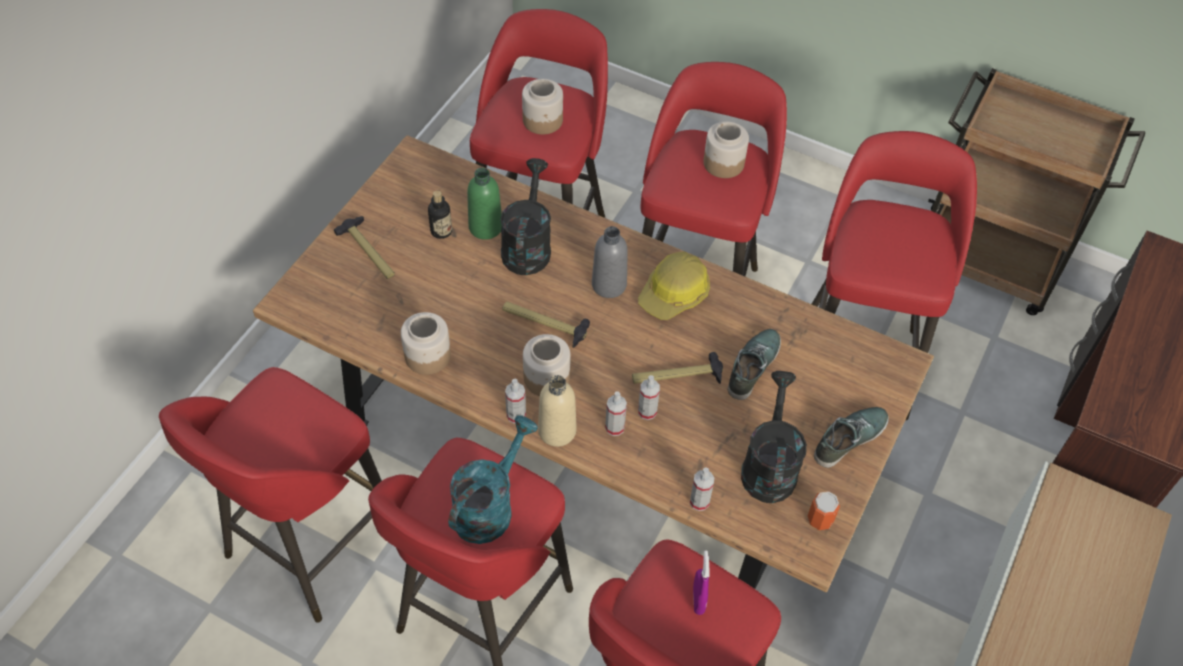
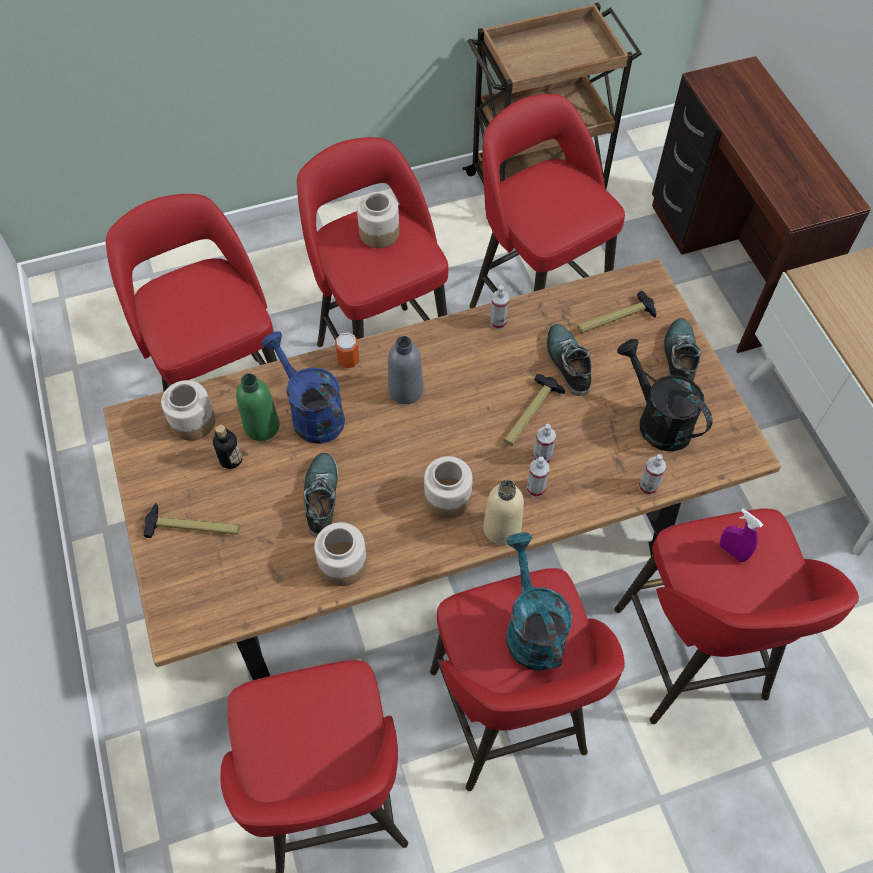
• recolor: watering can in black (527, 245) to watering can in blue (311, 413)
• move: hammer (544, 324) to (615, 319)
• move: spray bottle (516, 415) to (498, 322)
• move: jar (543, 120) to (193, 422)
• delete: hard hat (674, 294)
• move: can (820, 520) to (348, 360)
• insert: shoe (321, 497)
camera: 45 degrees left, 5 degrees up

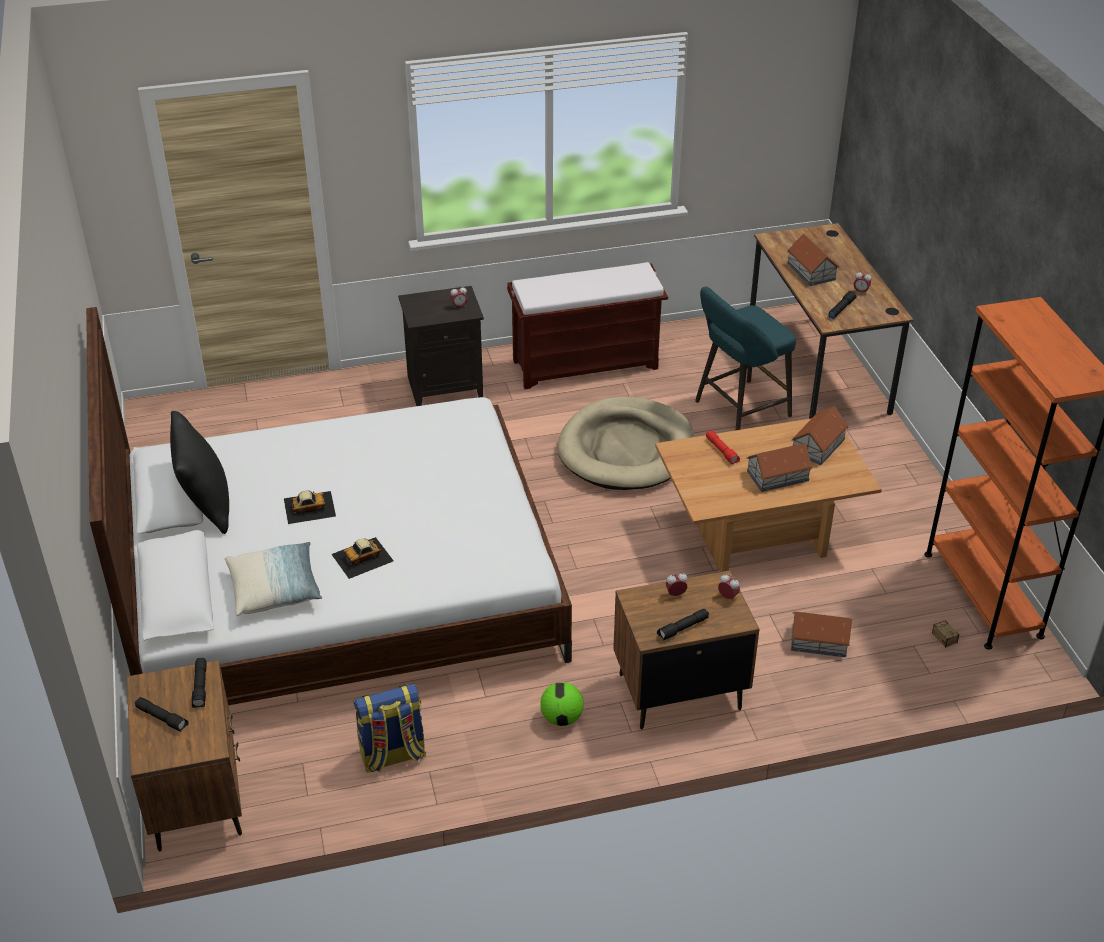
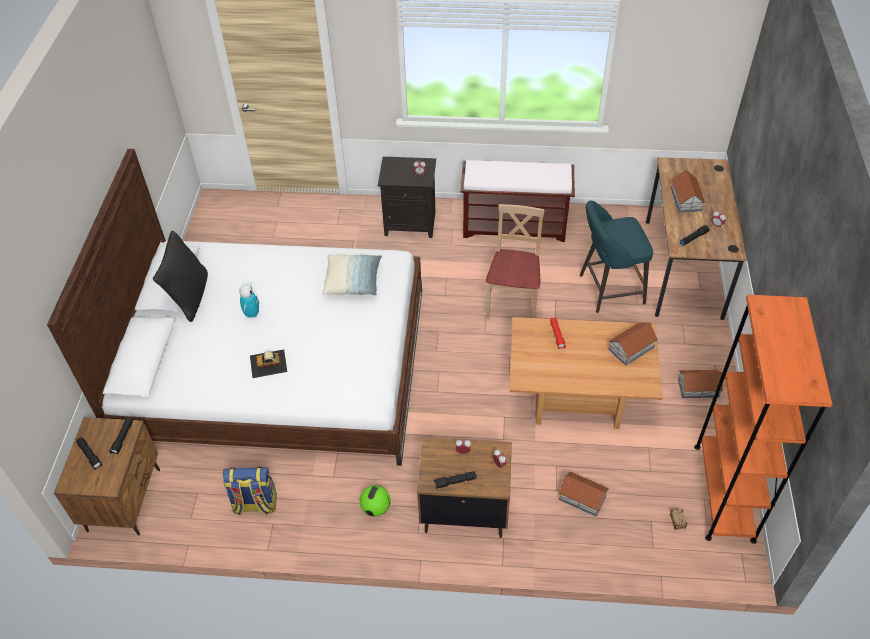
• move: pillow (275, 589) to (353, 281)
• replace: toy car (309, 507) to toy robot (252, 314)
• replace: dog bed in beige (626, 449) to chair in beige (513, 303)
• move: toy house (778, 476) to (698, 388)
camera: 20 degrees right, 10 degrees up

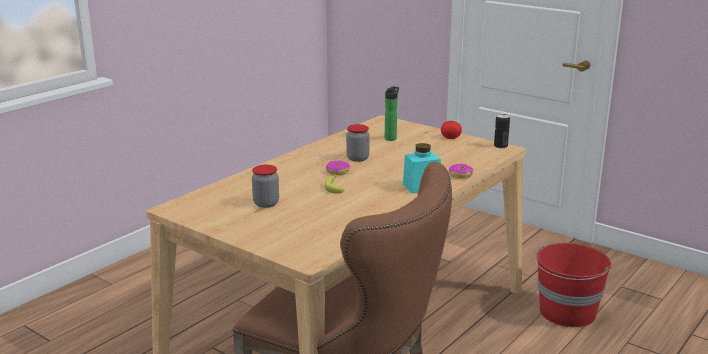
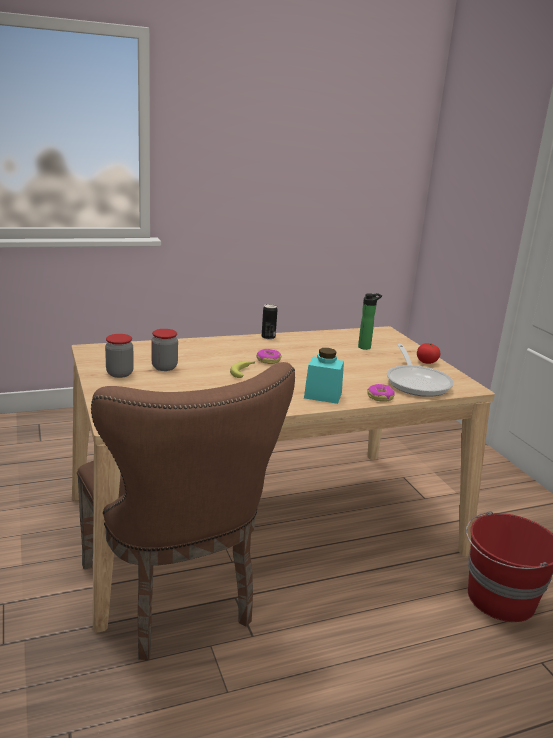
• move: jar (357, 158) to (119, 373)
• move: can (500, 146) to (268, 337)
• insert: frying pan (417, 382)
camera: 30 degrees right, 0 degrees up

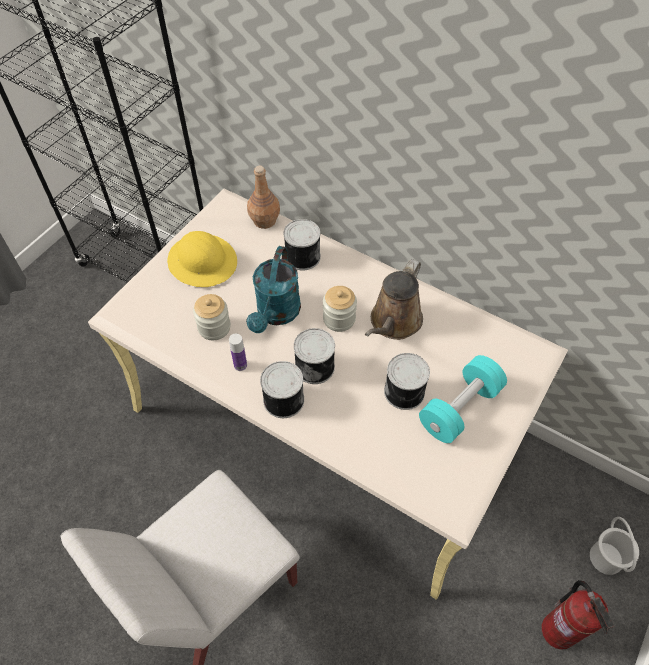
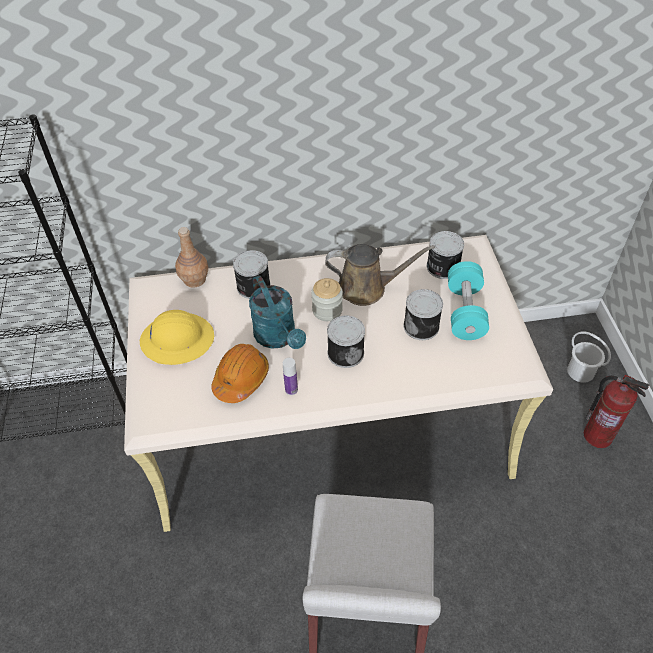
• replace: jar (214, 327) to hard hat in orange (241, 378)
• move: can (282, 399) to (442, 267)
• rotate: watering can in brown (394, 323) = (367, 288) 75 degrees counterclockwise
camera: 40 degrees left, 5 degrees down

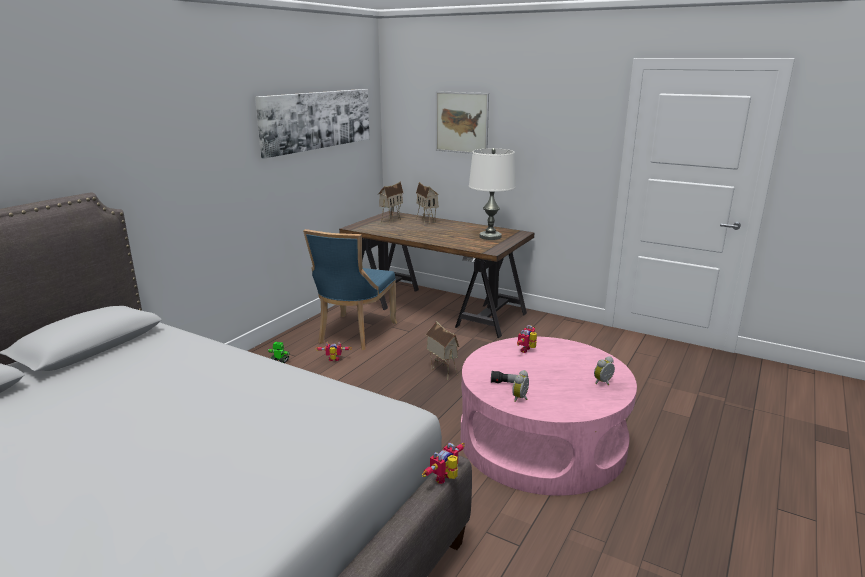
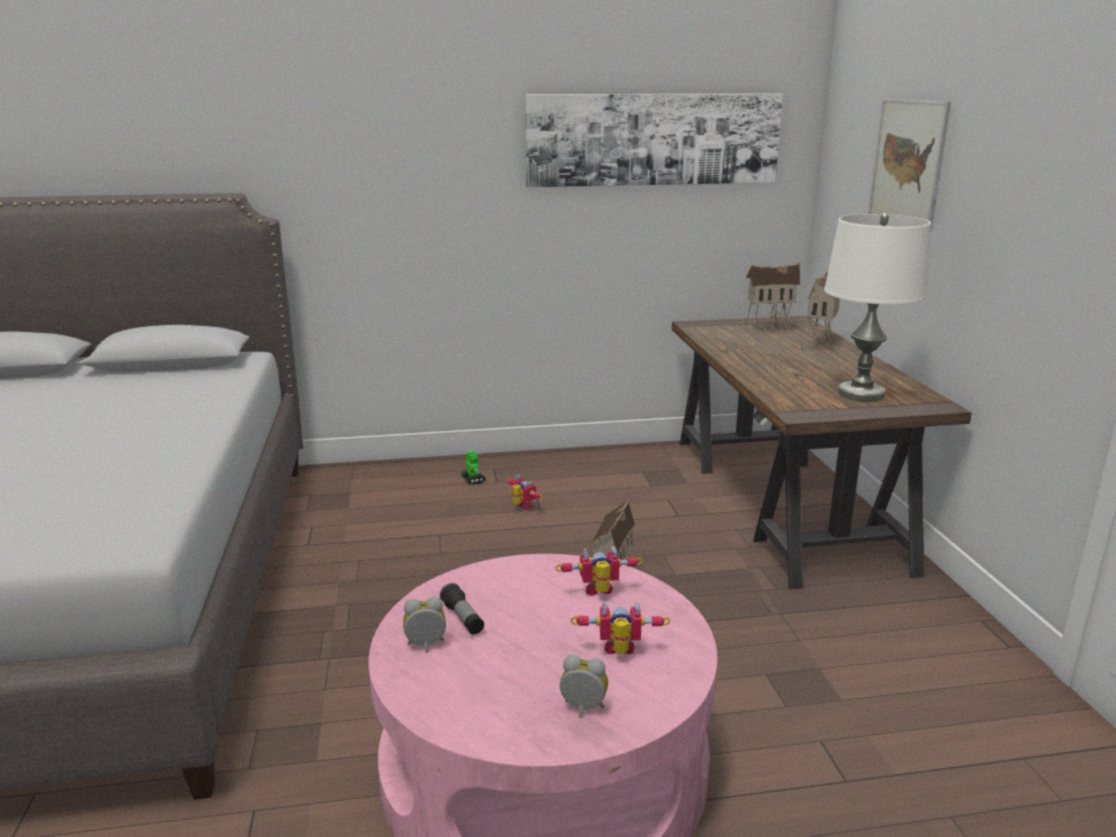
• delete: chair in blue (354, 334)
• move: toy robot (447, 479) to (619, 653)
camera: 50 degrees right, 0 degrees up

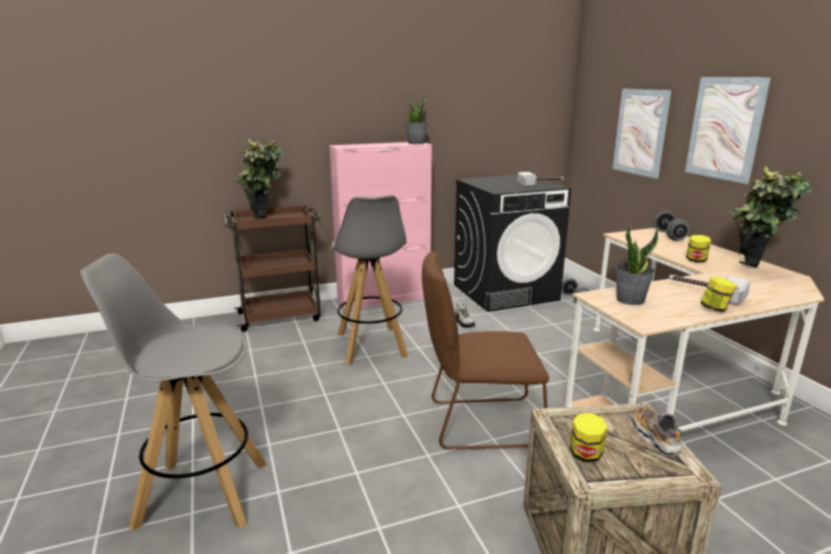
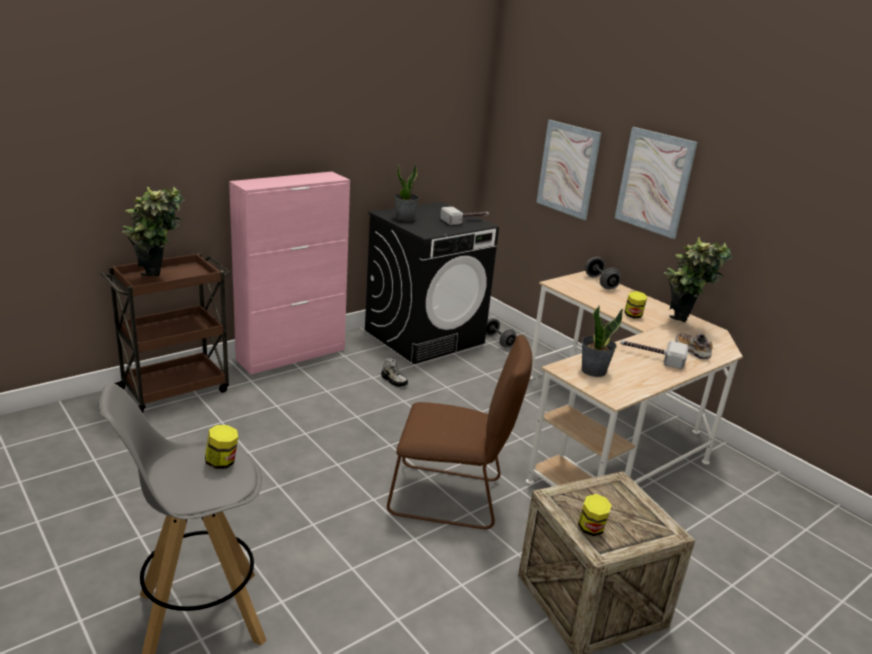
• delete: stool in grey (371, 345)
• move: potted plant (416, 143) to (405, 218)
• rotate: chair in brown (479, 423) = (451, 498) 150 degrees counterclockwise
• move: shoe (655, 437) to (692, 351)
• move: jar (715, 309) to (222, 462)
camera: 20 degrees left, 5 degrees up

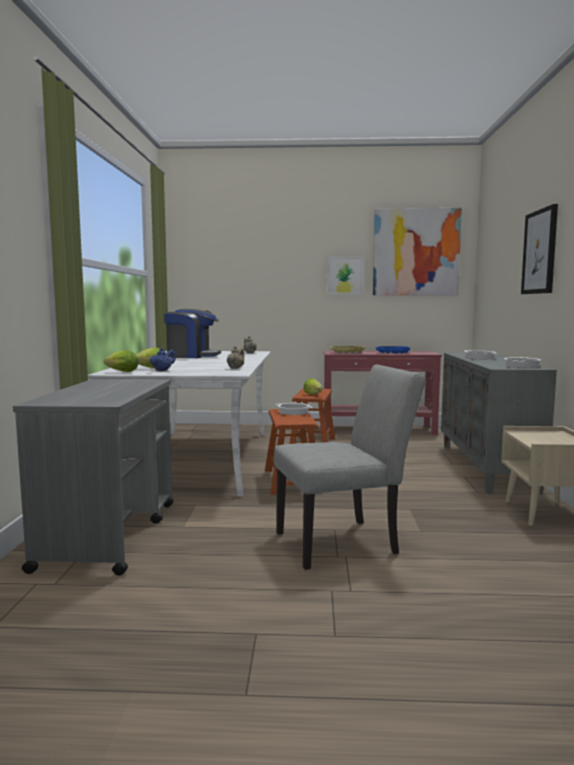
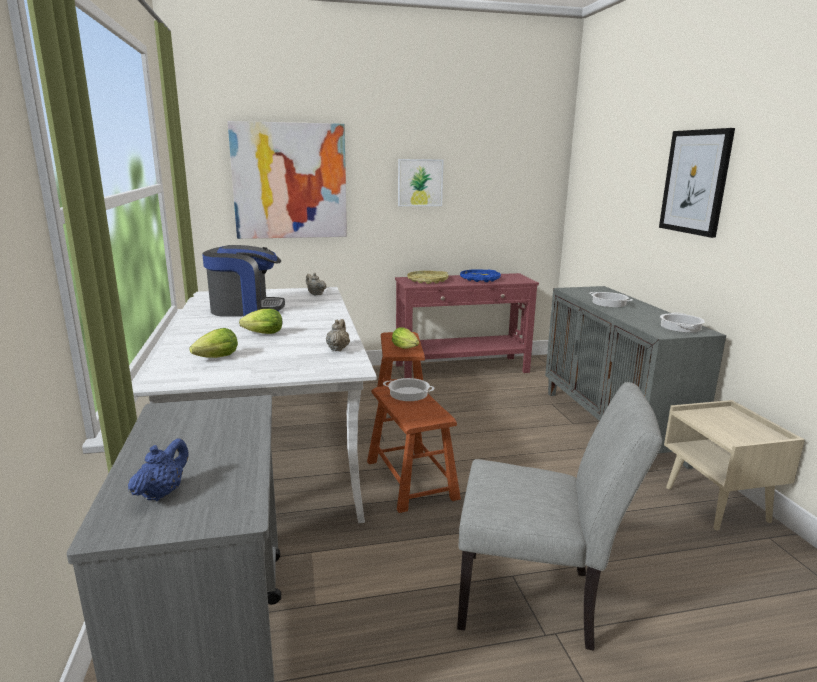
• move: lettuce (120, 371) to (261, 334)
• move: teapot in blue (162, 371) to (162, 493)
• rotate: chair in grey (345, 542) = (538, 601) 45 degrees clockwise
• move: picture (416, 252) to (290, 181)
camera: 15 degrees left, 10 degrees up

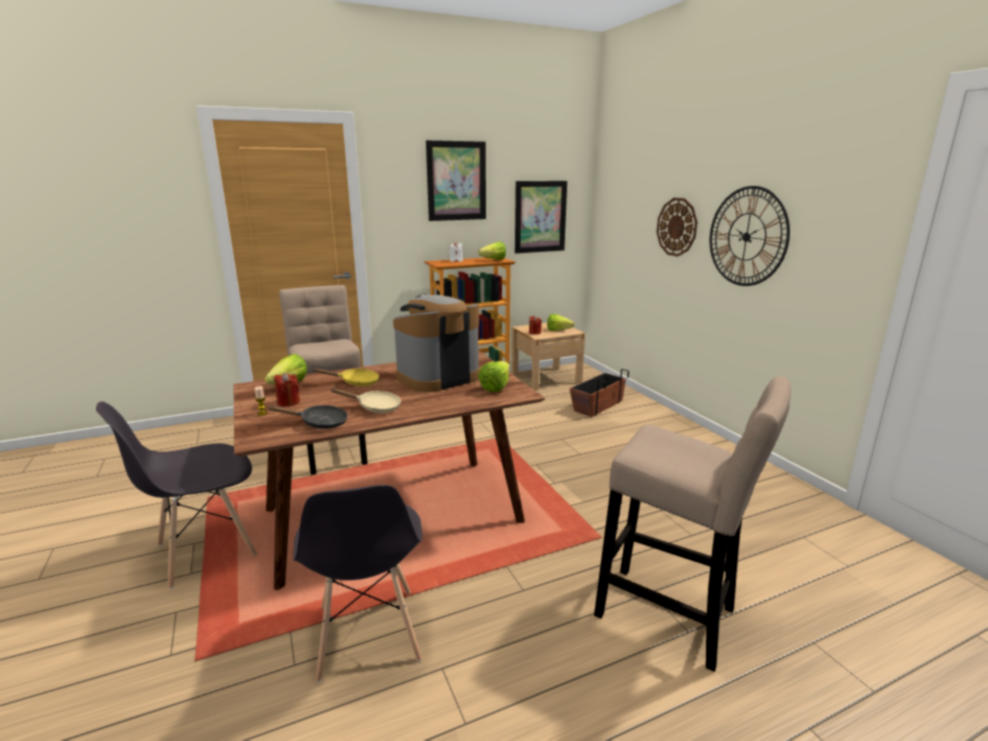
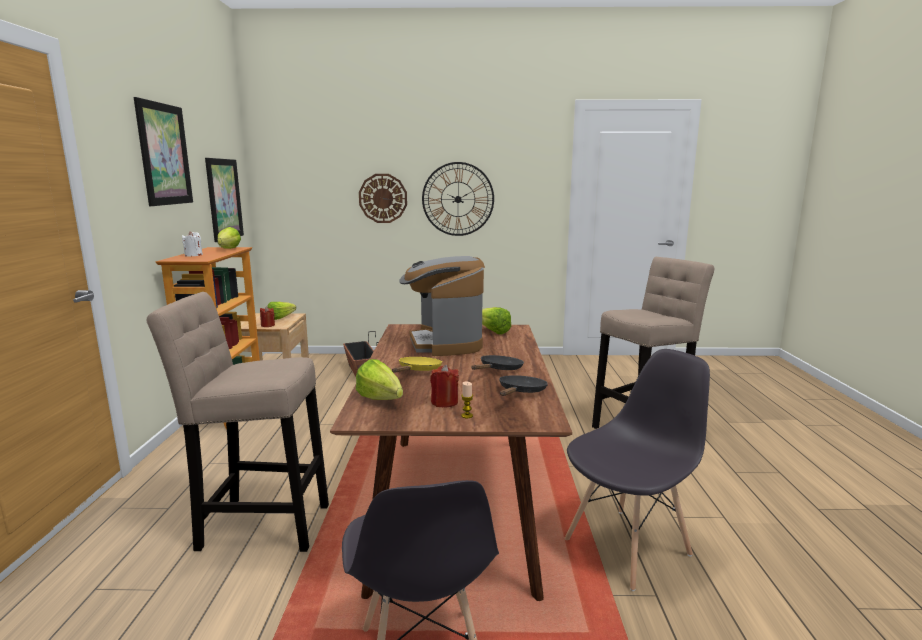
• rotate: chair in grey (368, 634) = (628, 546) 45 degrees counterclockwise
• recolor: frying pan in beige (375, 407) to frying pan in black (499, 370)
camera: 65 degrees left, 5 degrees down

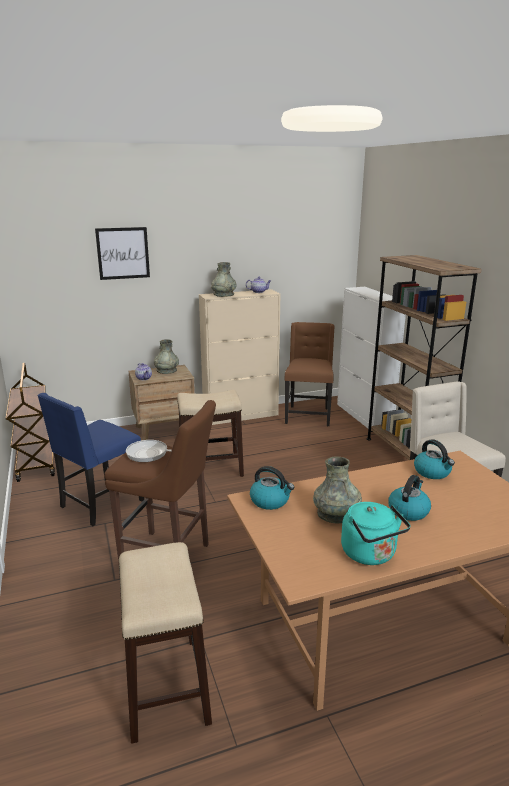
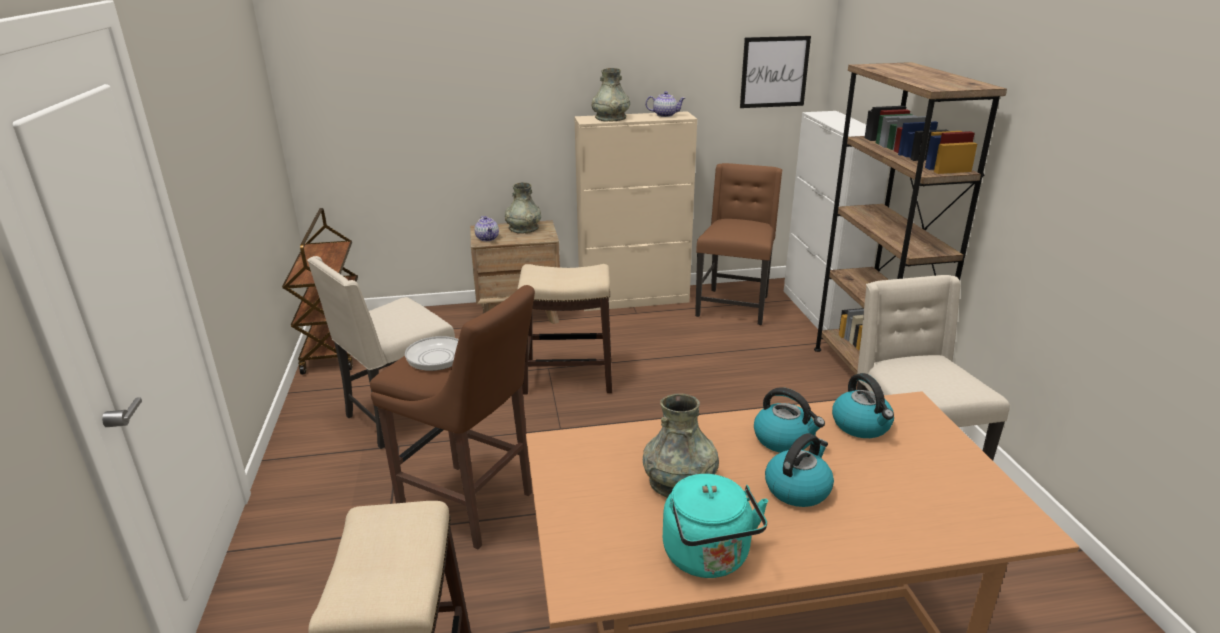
• recolor: chair in blue (100, 504) to chair in beige (400, 417)
• move: picture (123, 253) to (774, 72)
• move: kettle (270, 501) to (784, 439)
camera: 10 degrees right, 5 degrees up

